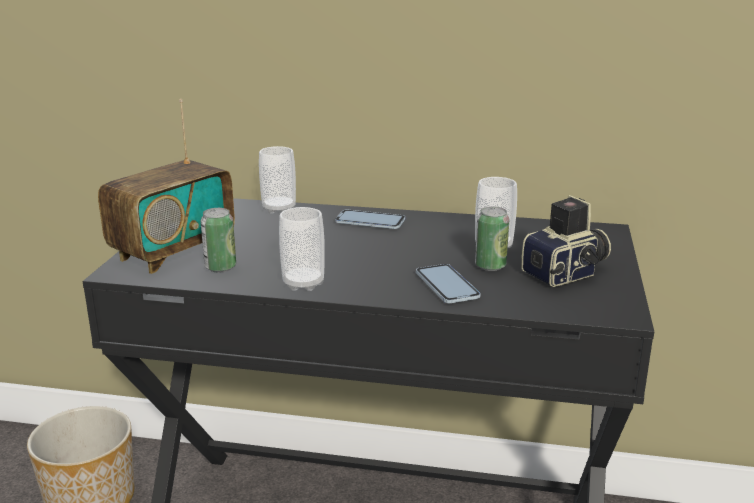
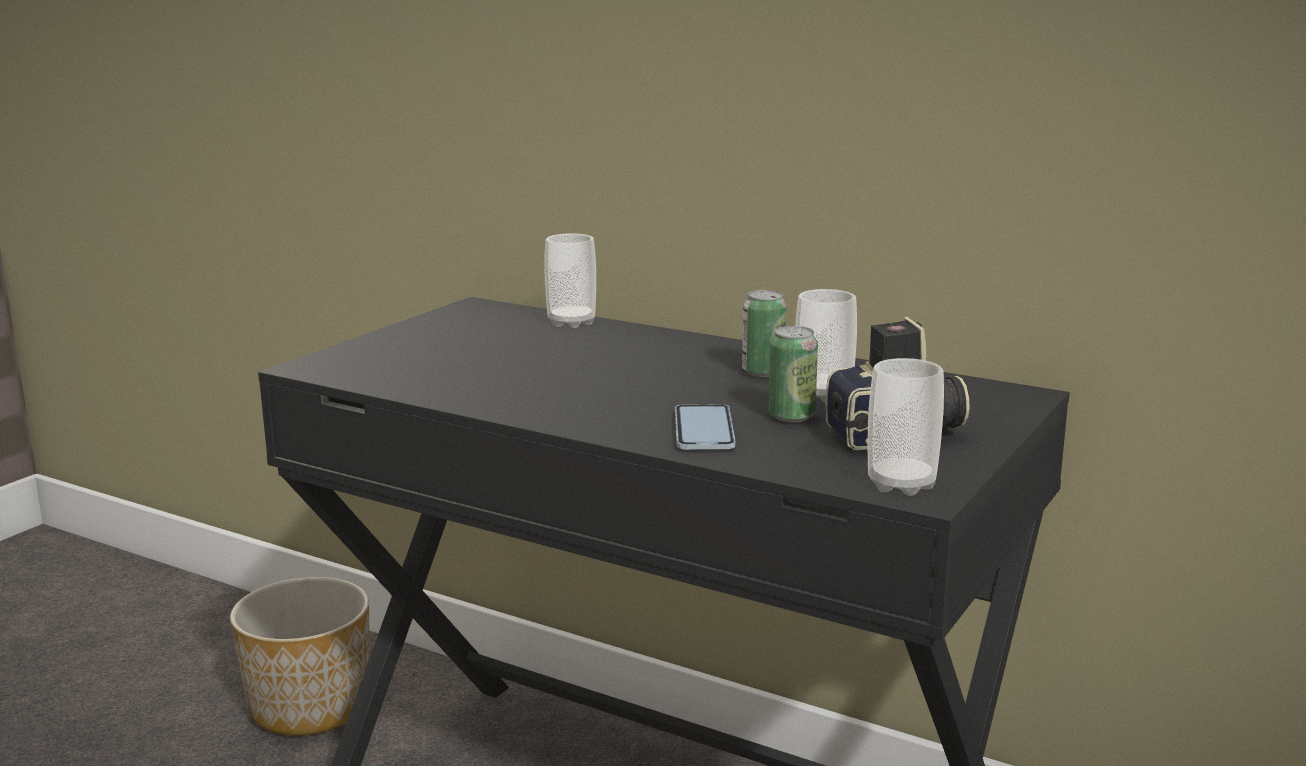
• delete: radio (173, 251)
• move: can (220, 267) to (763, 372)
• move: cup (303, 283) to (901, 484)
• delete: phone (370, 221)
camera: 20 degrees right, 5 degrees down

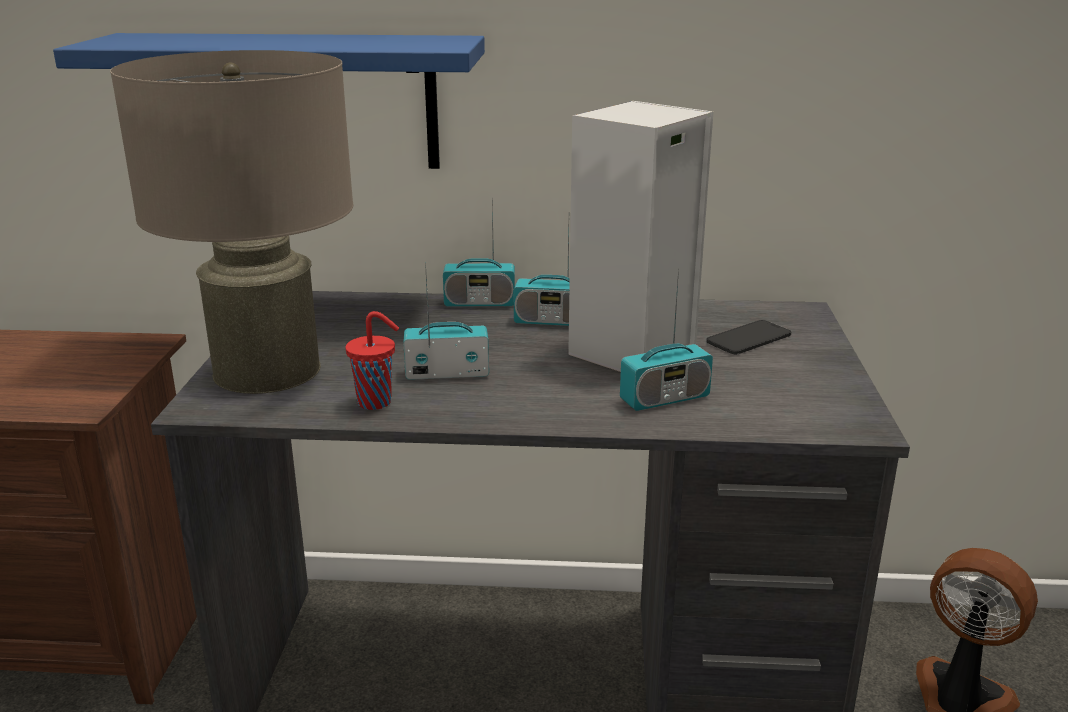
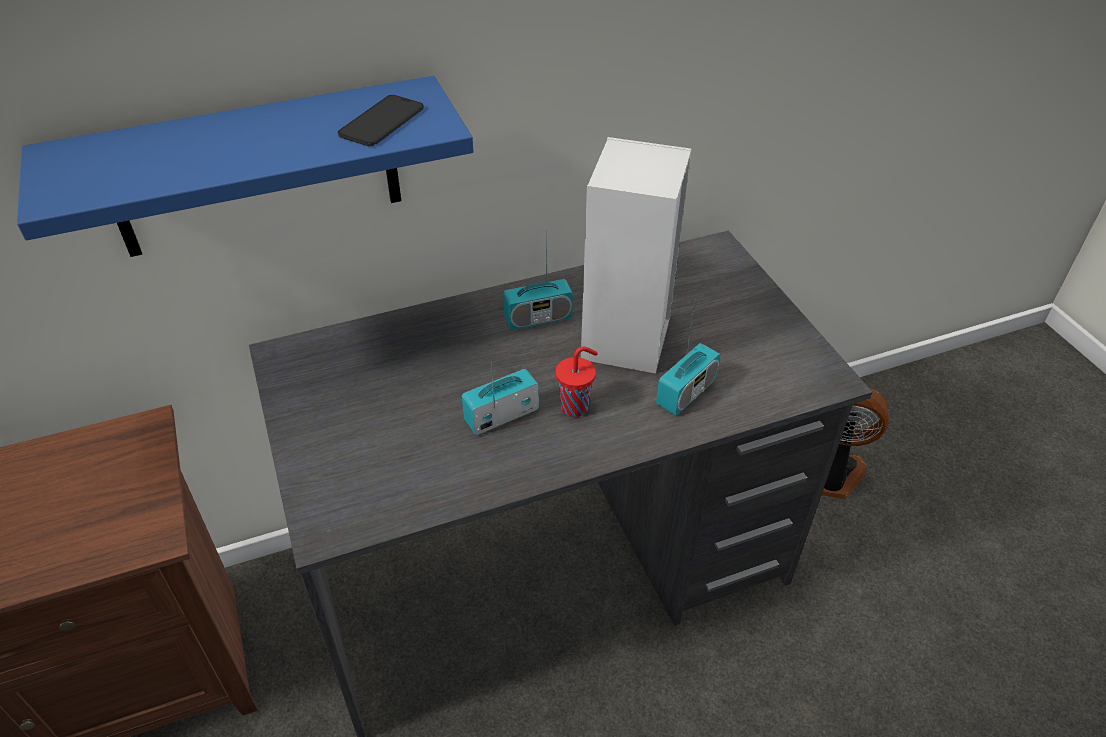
• delete: table lamp in beige (267, 370)
• move: cup in red (377, 402) to (576, 407)
• delete: radio (479, 303)
• move: phone (748, 338) to (382, 121)
camera: 25 degrees left, 20 degrees up

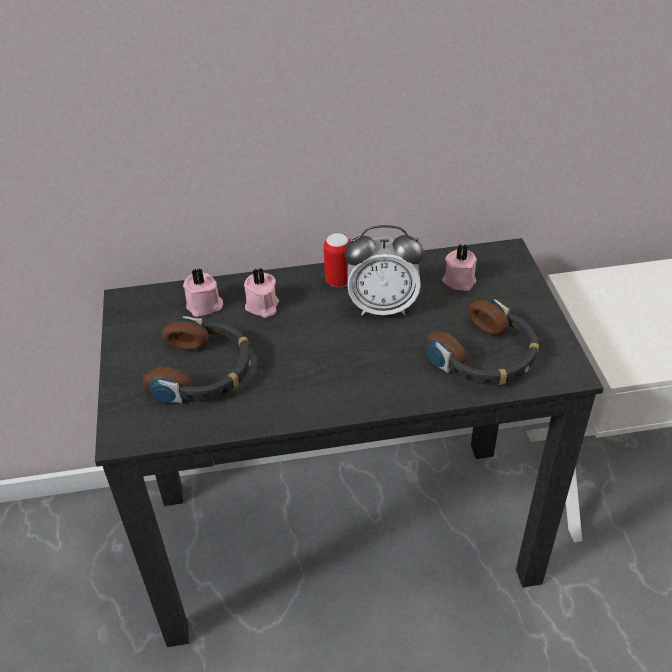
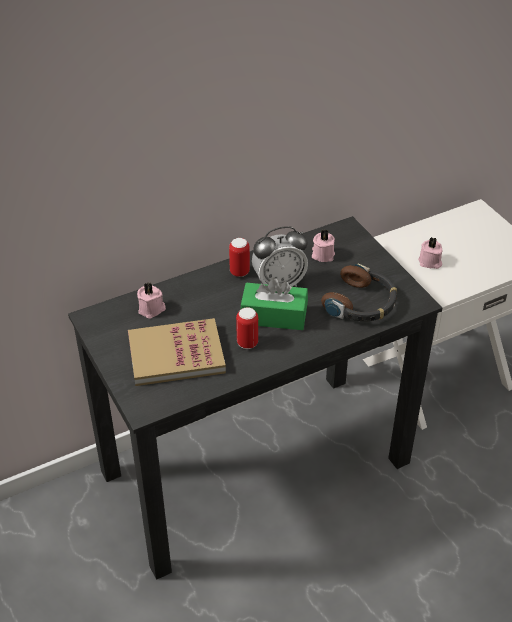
• replace: headphones (203, 371) to book (176, 354)
• move: candle in pink (262, 306) to (430, 262)
• insert: can (247, 343)
• insert: tissue box in green (274, 316)
camera: 20 degrees left, 0 degrees up

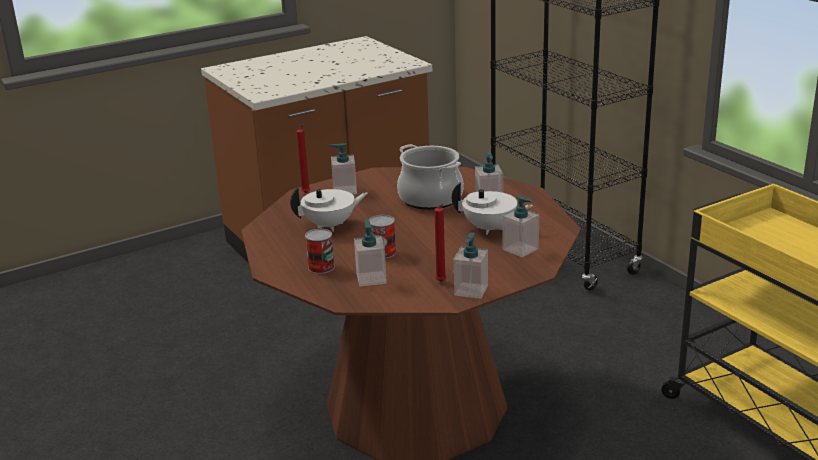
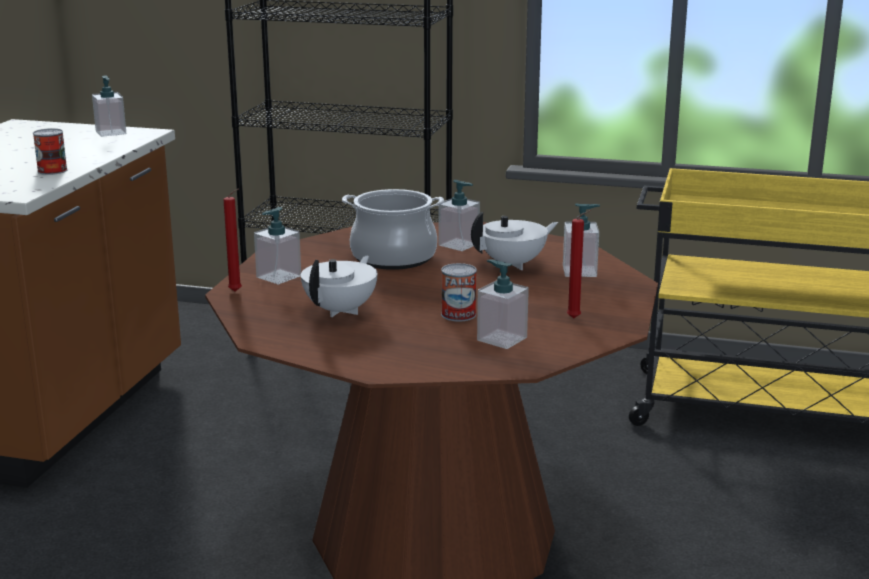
• move: can (321, 267) to (52, 170)
• move: soap dispenser (471, 290) to (111, 132)
camera: 45 degrees left, 5 degrees down

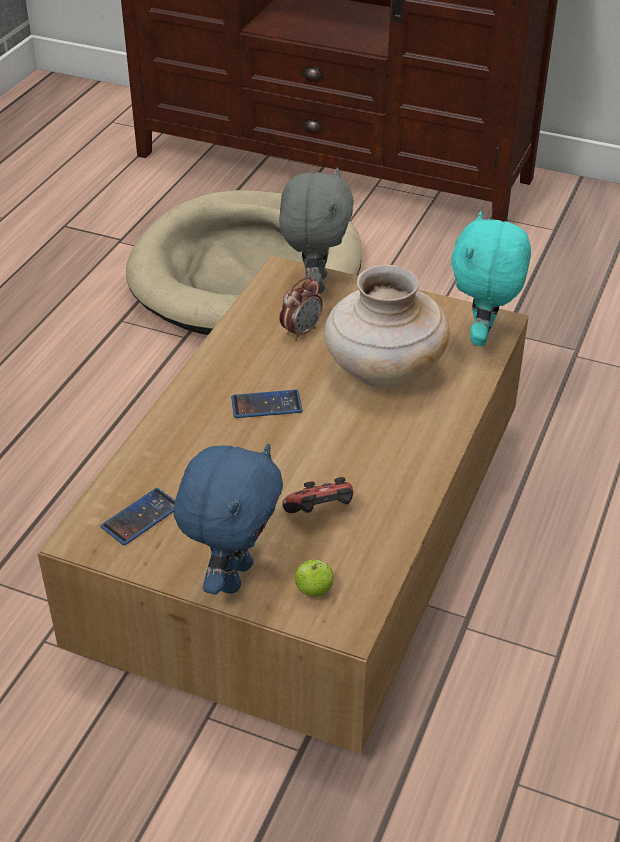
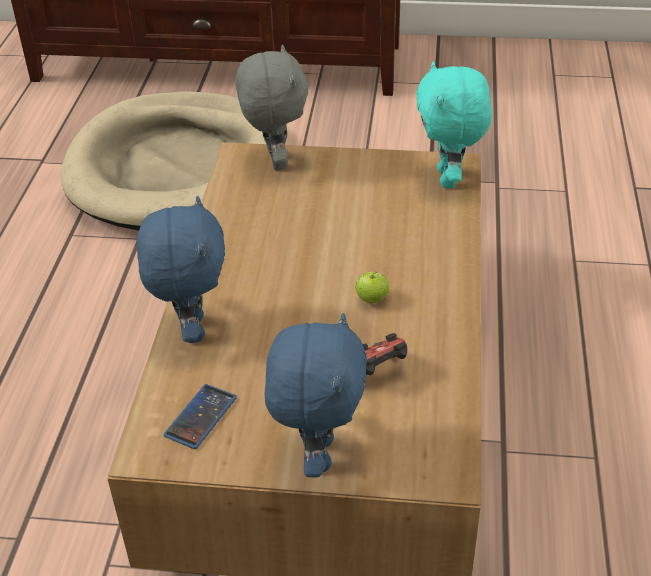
• delete: phone (266, 405)
• delete: alarm clock (301, 331)
• move: apple (314, 590) to (372, 299)
• delete: vase in beige (383, 372)
• insert: plush toy in blue (191, 329)
camera: 15 degrees left, 0 degrees up

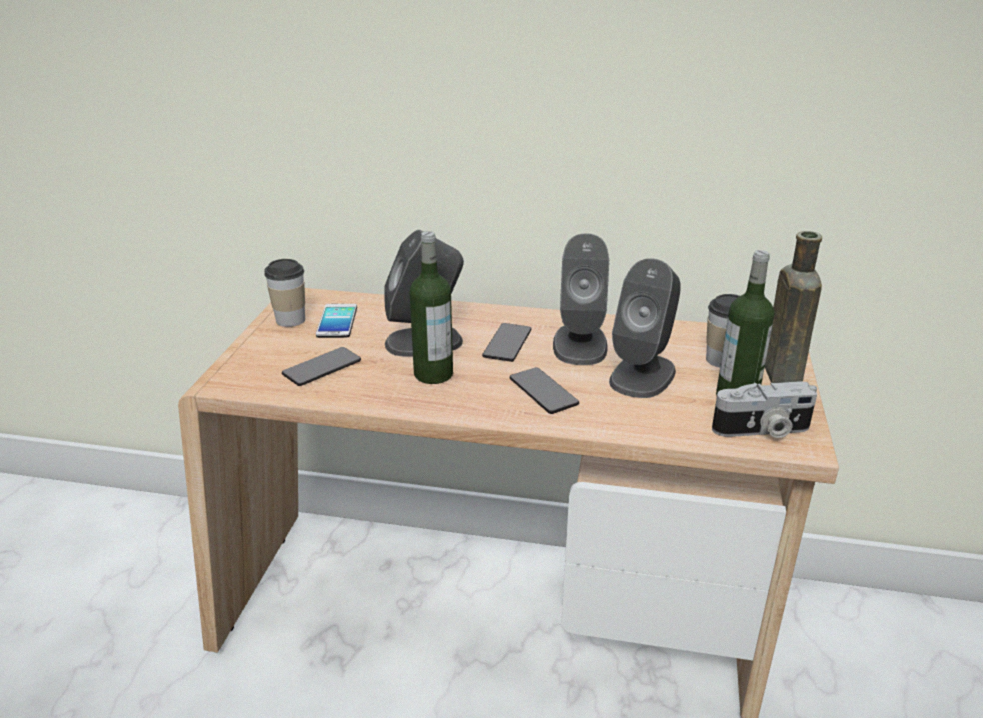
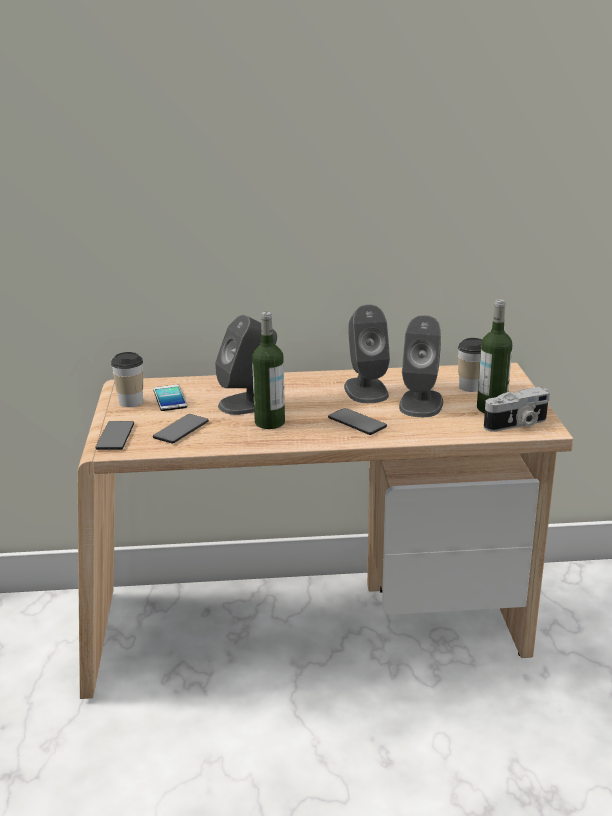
• move: phone (507, 343) to (115, 436)
• delete: bottle in brown (780, 373)
camera: 15 degrees left, 5 degrees down

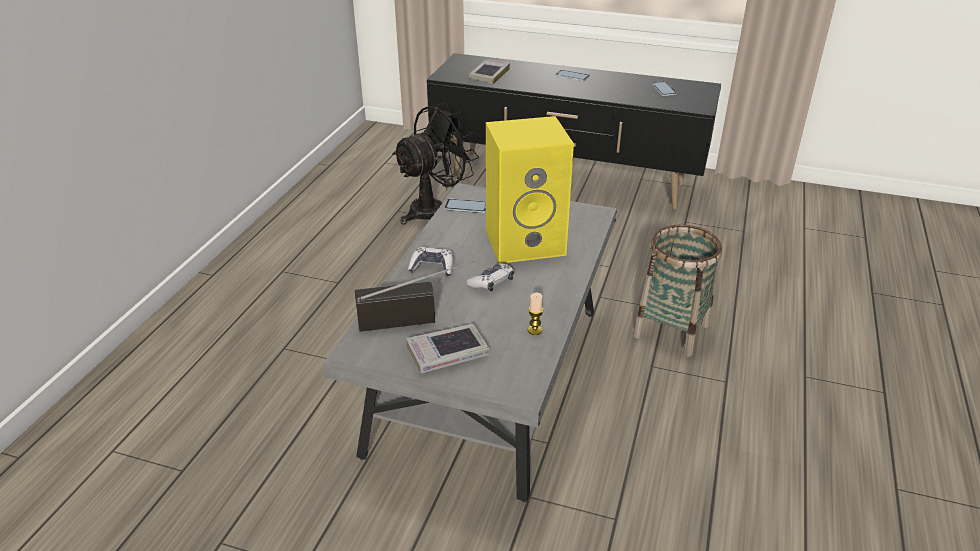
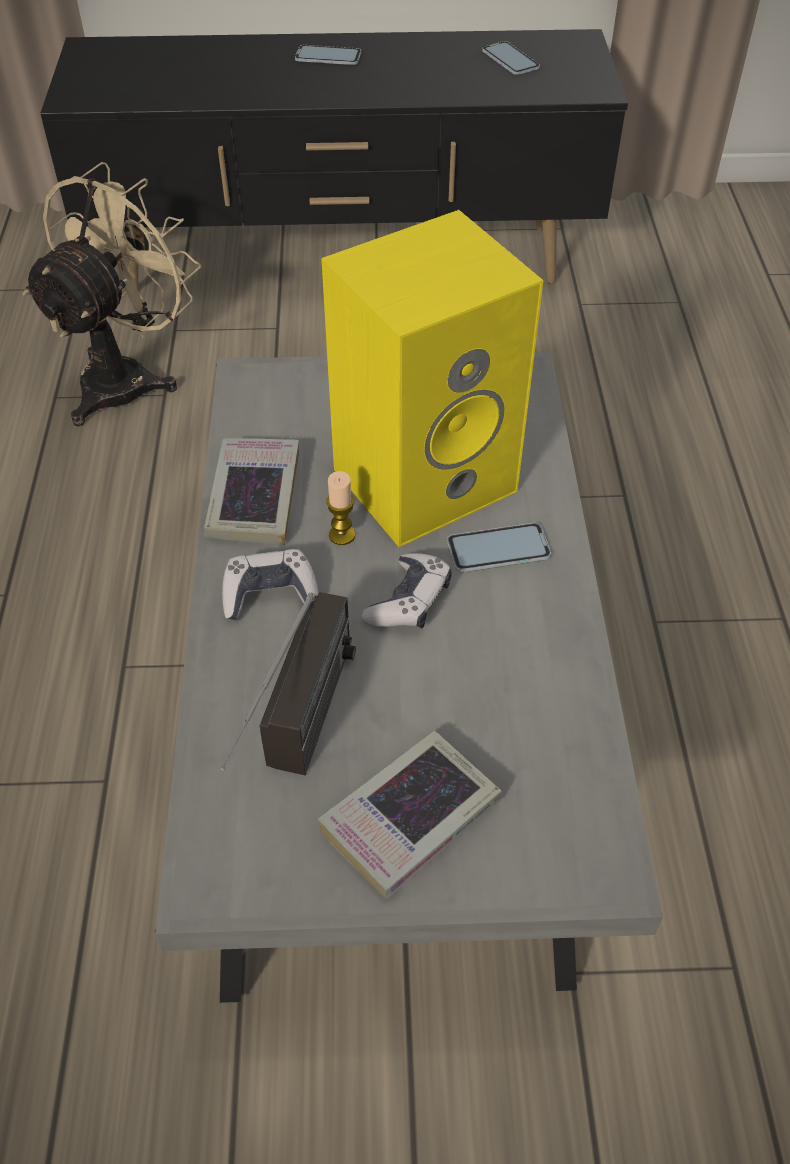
• rotate: radio (416, 318) = (302, 741) 135 degrees clockwise
• recolor: fan in black (435, 209) to fan in beige (128, 377)
• move: phone (466, 206) to (498, 549)
• move: book (489, 75) to (254, 497)
• move: candle (534, 330) to (342, 535)
• delete: basket (672, 330)
camera: 20 degrees left, 15 degrees up

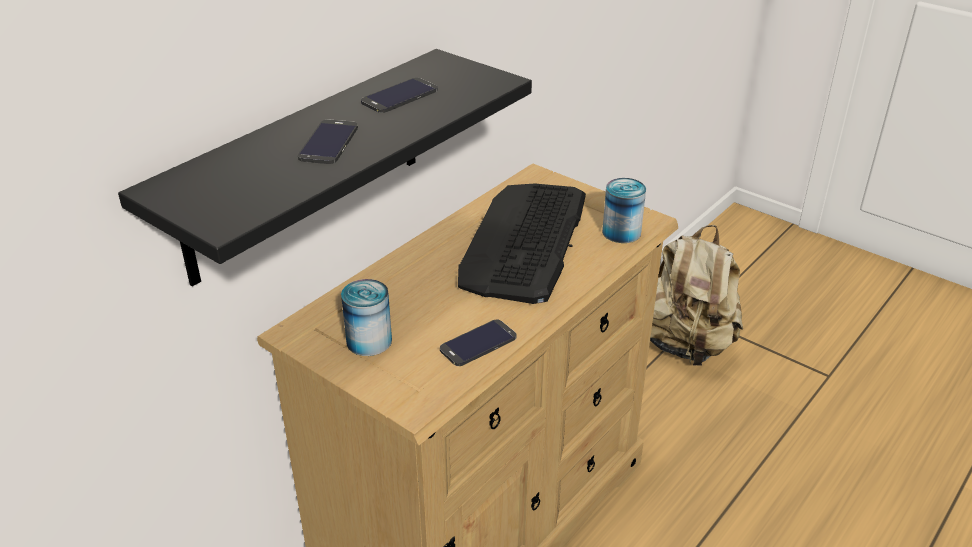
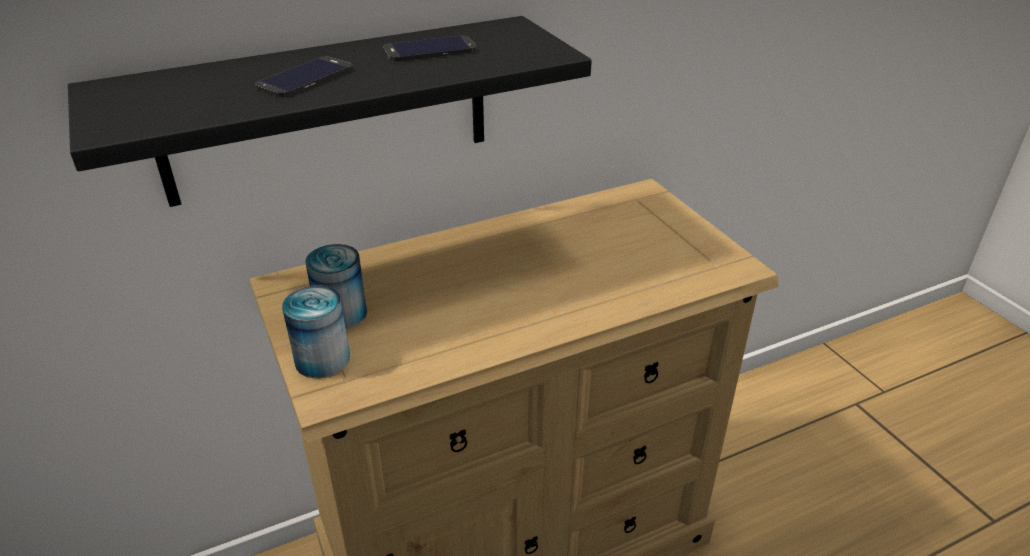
• delete: phone (478, 343)
• delete: keyboard (524, 241)
• move: can (621, 232) to (322, 359)
• delete: backpack in beige (686, 345)
camera: 25 degrees right, 0 degrees up

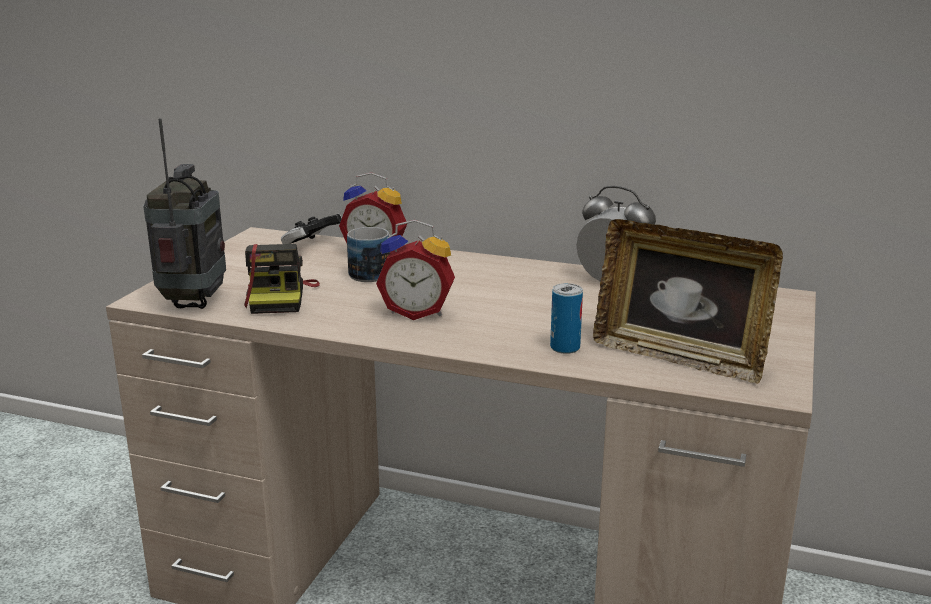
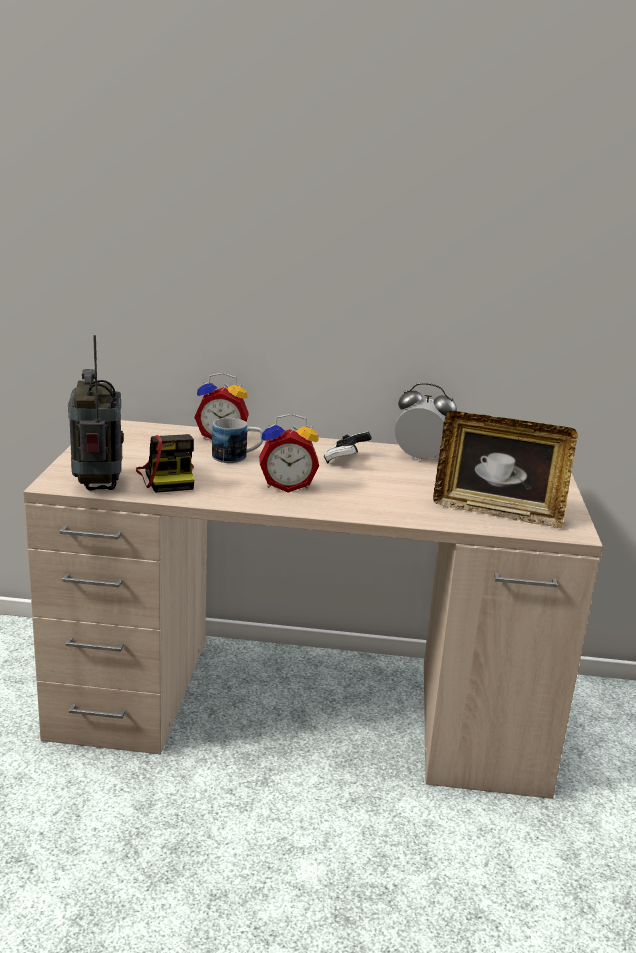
• move: game controller (311, 246) to (346, 460)
• delete: can (565, 348)
camera: 15 degrees left, 0 degrees up

